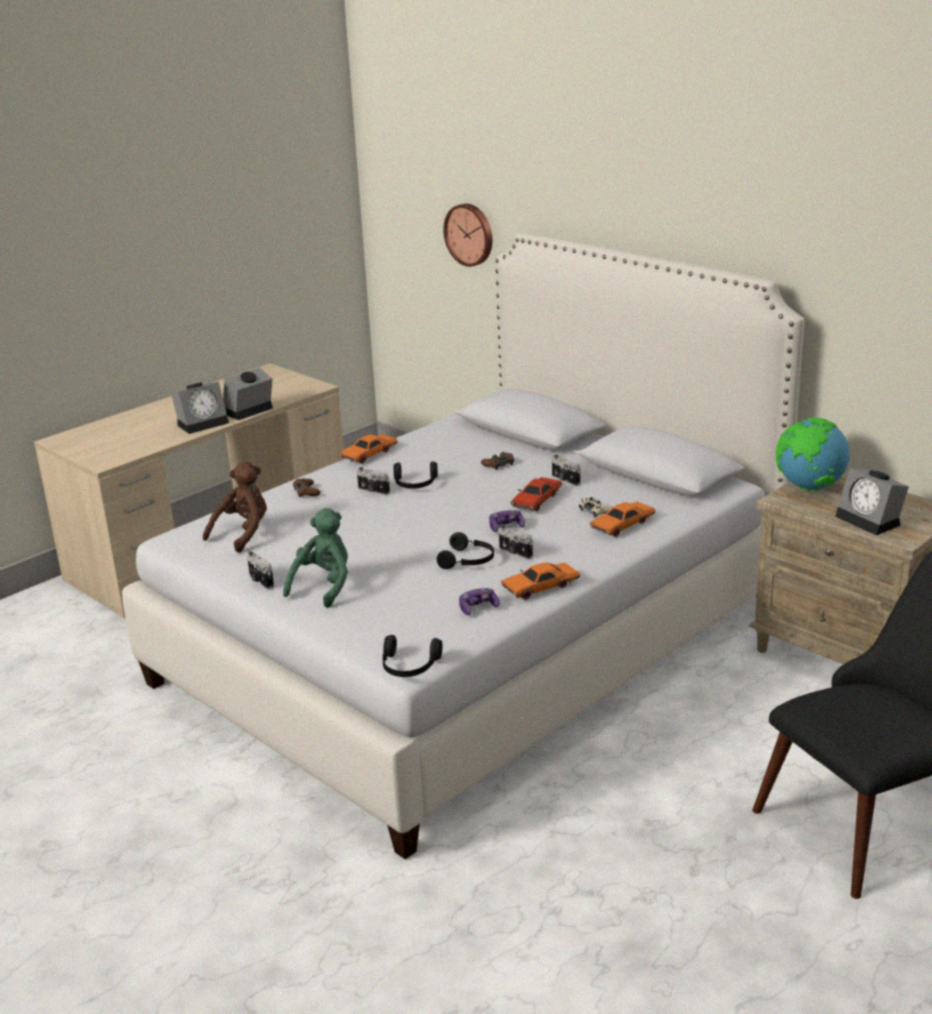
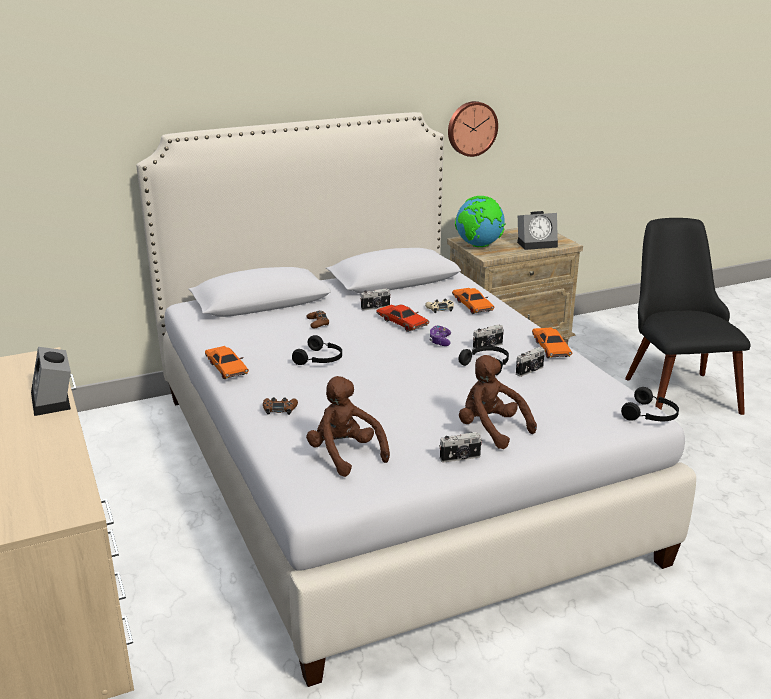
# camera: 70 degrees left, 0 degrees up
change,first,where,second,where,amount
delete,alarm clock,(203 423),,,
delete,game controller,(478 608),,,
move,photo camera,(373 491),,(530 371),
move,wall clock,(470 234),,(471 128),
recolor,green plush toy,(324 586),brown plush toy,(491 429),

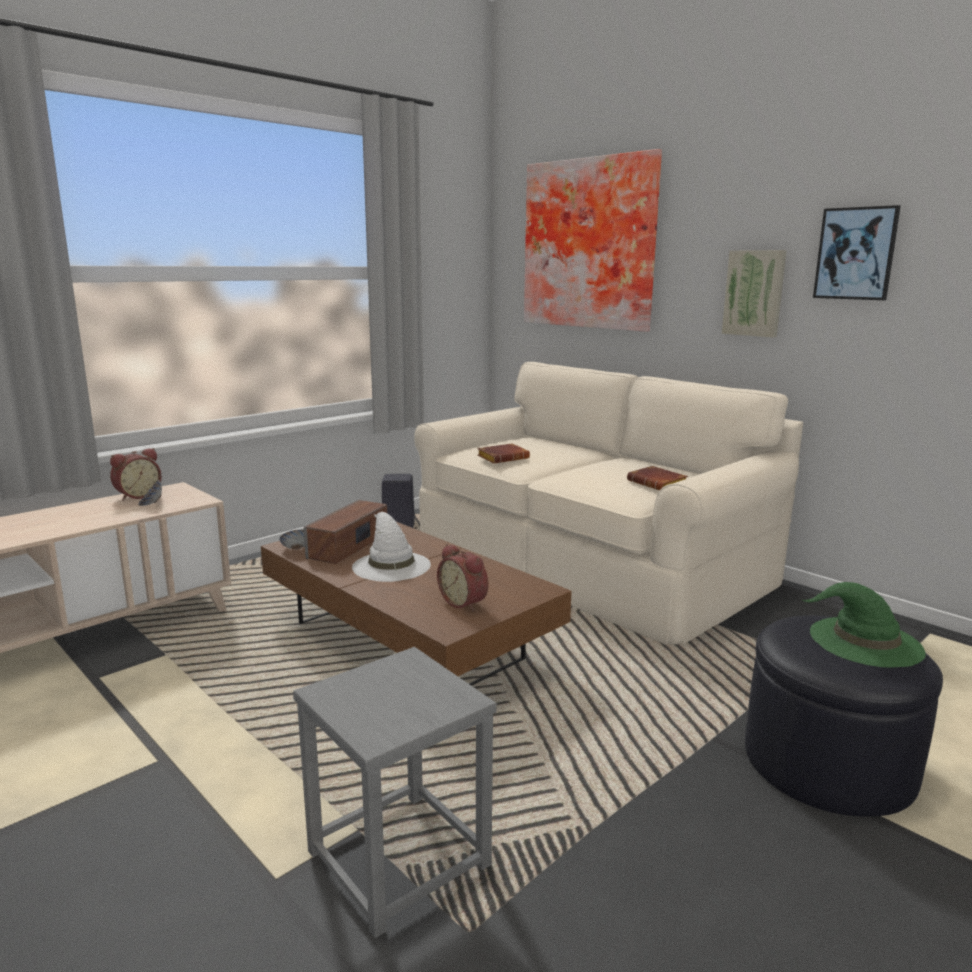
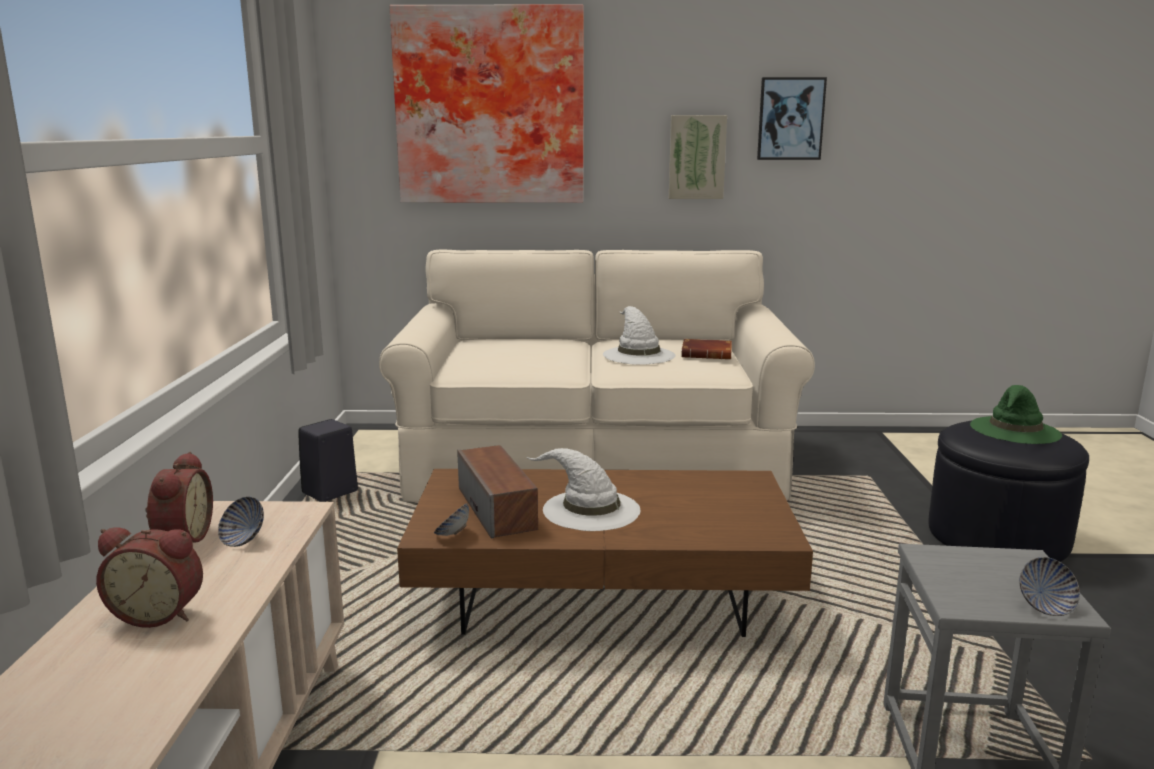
# camera: 45 degrees left, 0 degrees up
change,first,where,second,where,amount
delete,brown book,(503 458),,,
insert,,,white hat,(638 354),
insert,,,bowl,(1045 606),
move,alarm clock,(465 602),,(159 613),

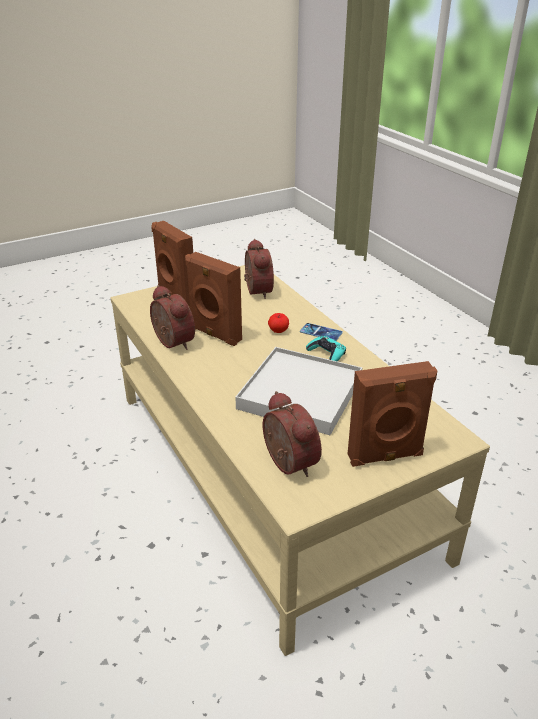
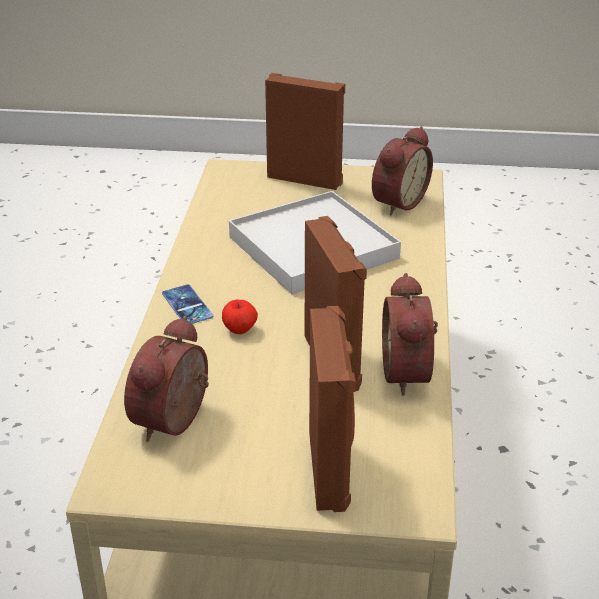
# camera: 145 degrees left, 0 degrees up
change,first,where,second,where,amount
delete,turquoise game controller,(326 353),,,
rotate,alarm clock,(286 464),,(396 202),150 degrees counterclockwise

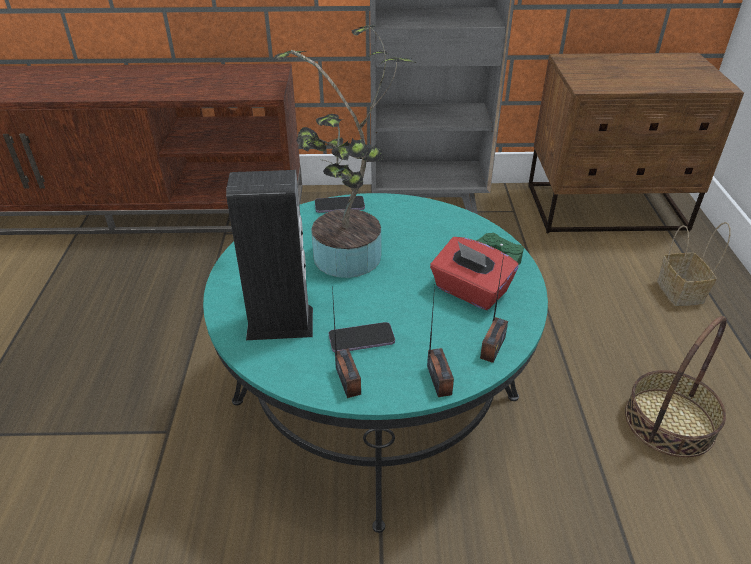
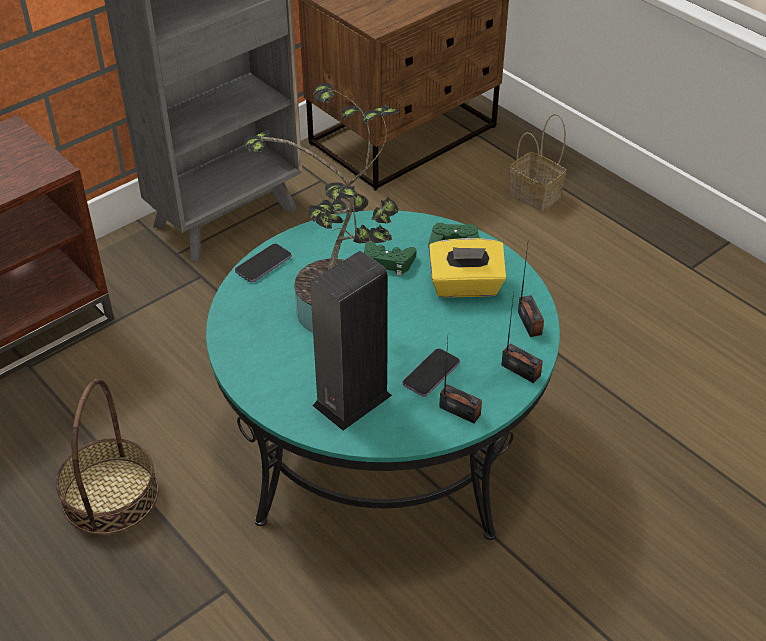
# camera: 40 degrees left, 5 degrees up
change,first,where,second,where,amount
insert,,,green game controller,(387 262),
move,basket,(669 422),,(111 496),
recolor,red tissue box,(470 291),yellow tissue box,(465 286),

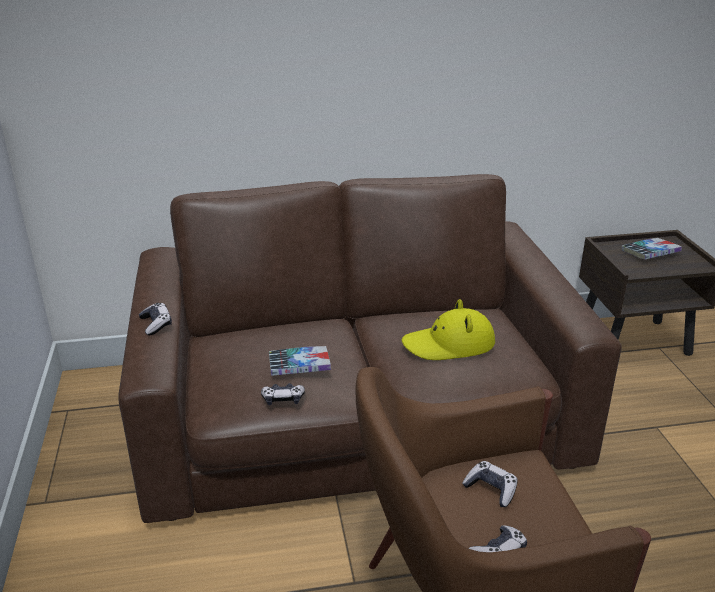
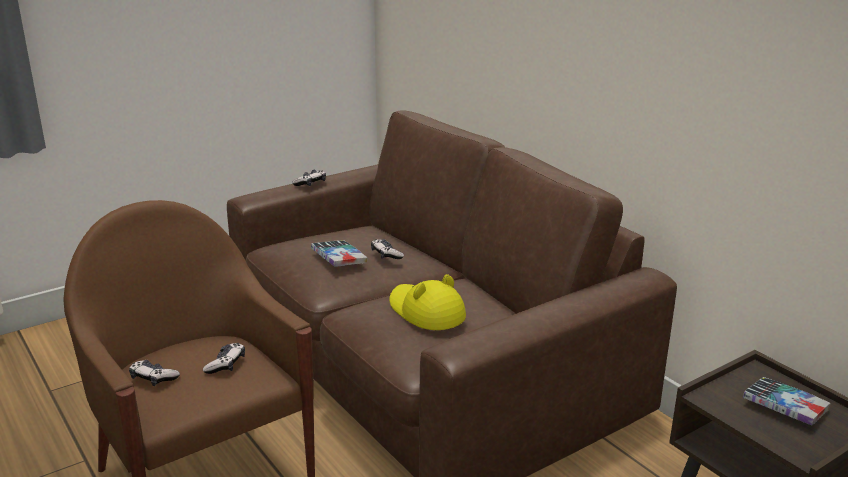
# camera: 65 degrees right, 5 degrees down
change,first,where,second,where,amount
move,game controller,(283 399),,(386 254),

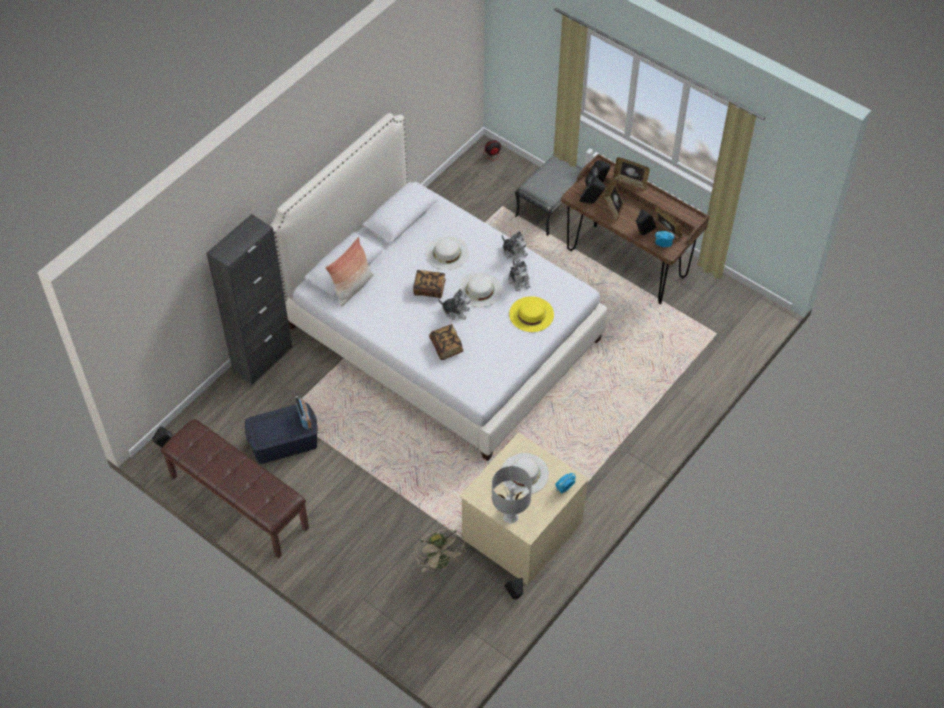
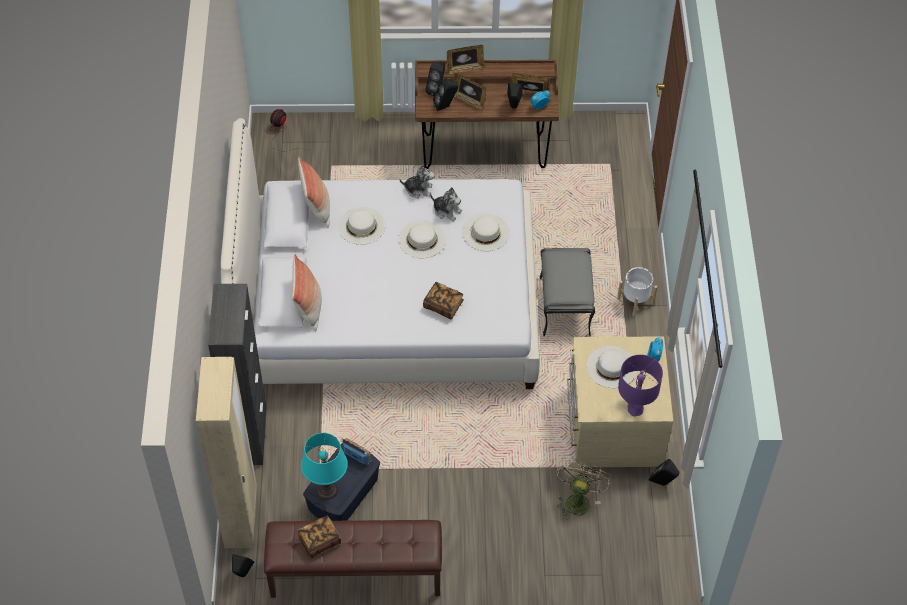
# camera: 40 degrees left, 0 degrees up
change,first,where,second,where,amount
delete,plush toy,(455 311),,,
insert,,,beige wardrobe,(241 518),
insert,,,pillow,(317 208),
insert,,,turquoise table lamp,(327 490),
insert,,,white planter,(635 301),
move,book,(429 289),,(319 541),
move,grey ottoman,(550 207),,(563 305),
recolor,grey table lamp,(510 516),purple table lamp,(635 409),
recolor,yellow hat,(531 314),white hat,(485 232),
rotate,beige fan,(441 563),,(578 499),105 degrees counterclockwise

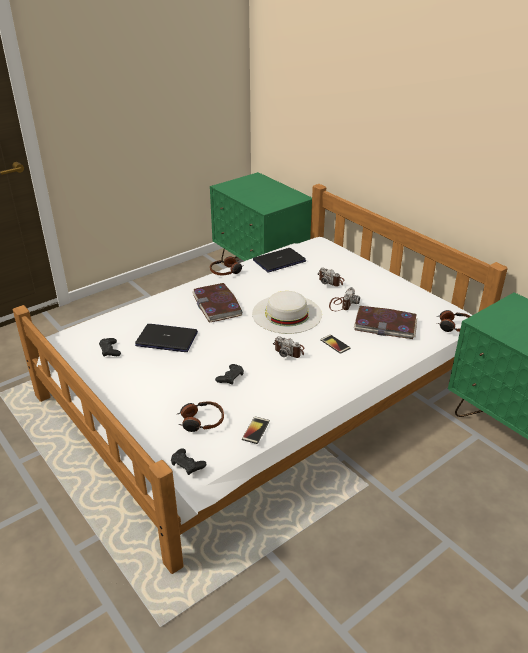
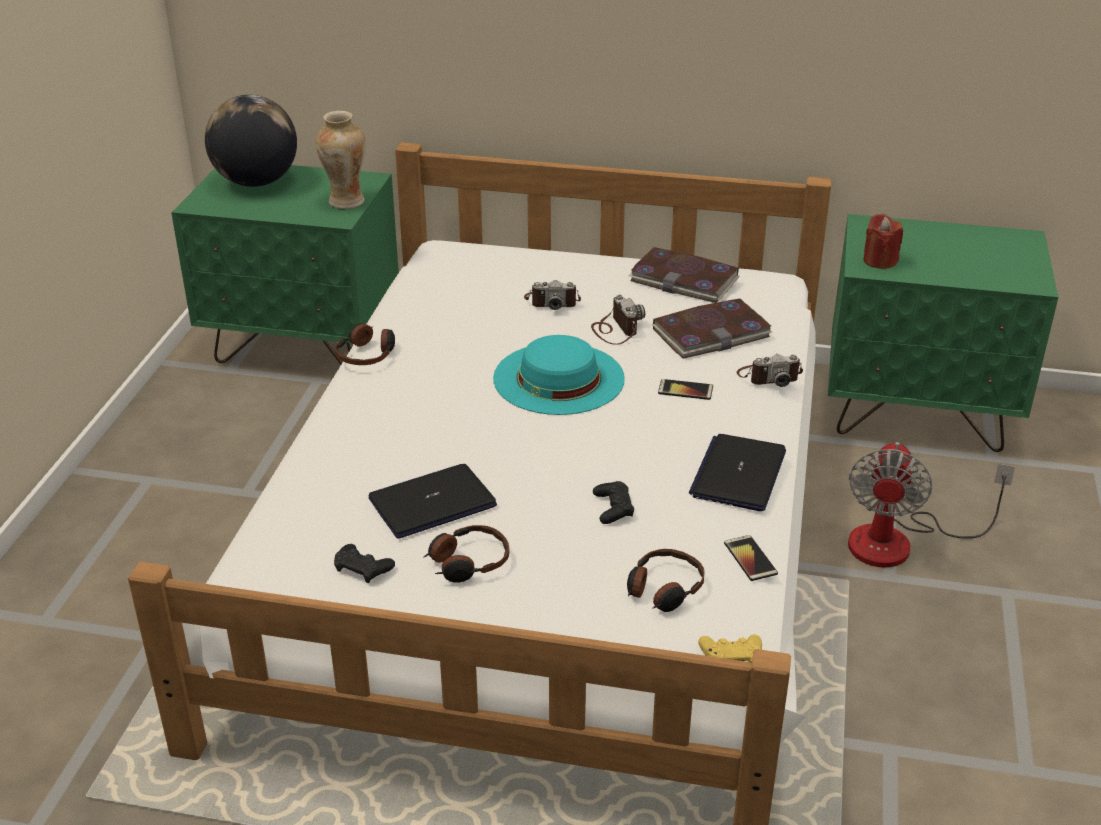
# camera: 40 degrees left, 0 degrees up
change,first,where,second,where,amount
insert,,,globe,(256 182),
insert,,,vase,(346 202),
insert,,,fan,(899 542),
insert,,,red candle,(879 261),
move,book,(217 305),,(684 280),
move,laptop,(279 261),,(738 474),
move,photo camera,(289 350),,(769 376),
move,headphones,(454 327),,(467 562),
recolor,black game controller,(187 464),yellow game controller,(731 655),
recolor,white hat,(286 314),turquoise hat,(558 378),

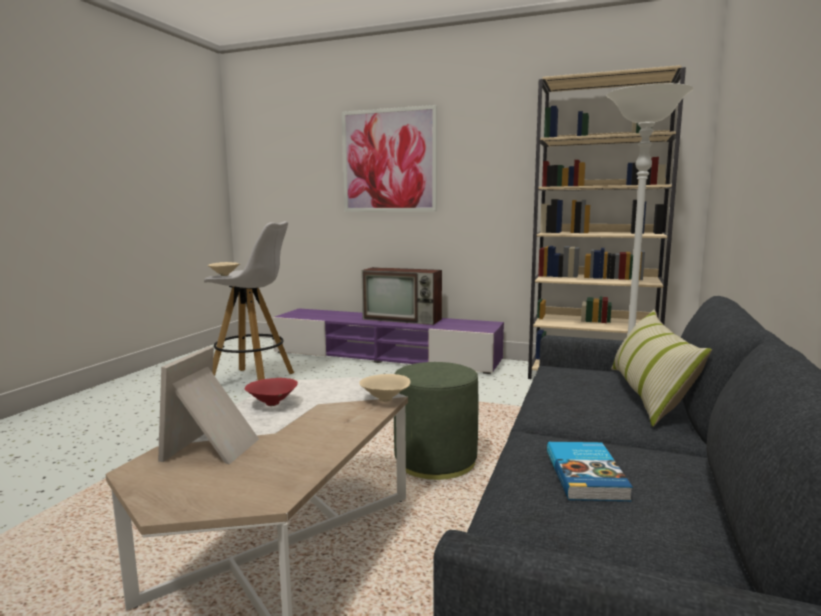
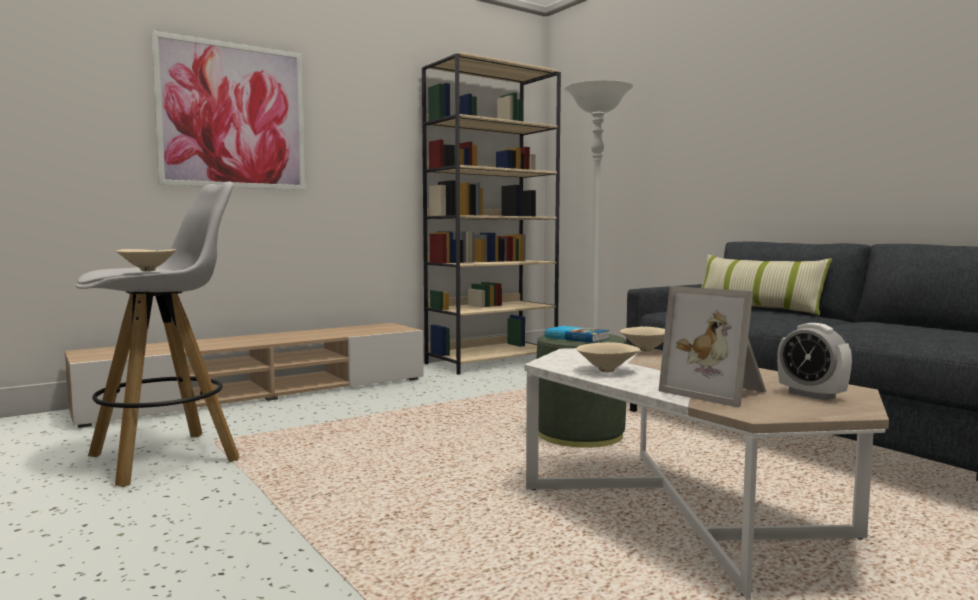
# camera: 55 degrees left, 5 degrees down
change,first,where,second,where,amount
delete,television,(403 319),,,
insert,,,alarm clock,(811 395),
move,book,(587 475),,(577 337),
recolor,red bowl,(272 404),beige bowl,(608 371),
recolor,purple tv stand,(385 356),beige tv stand,(263 393),

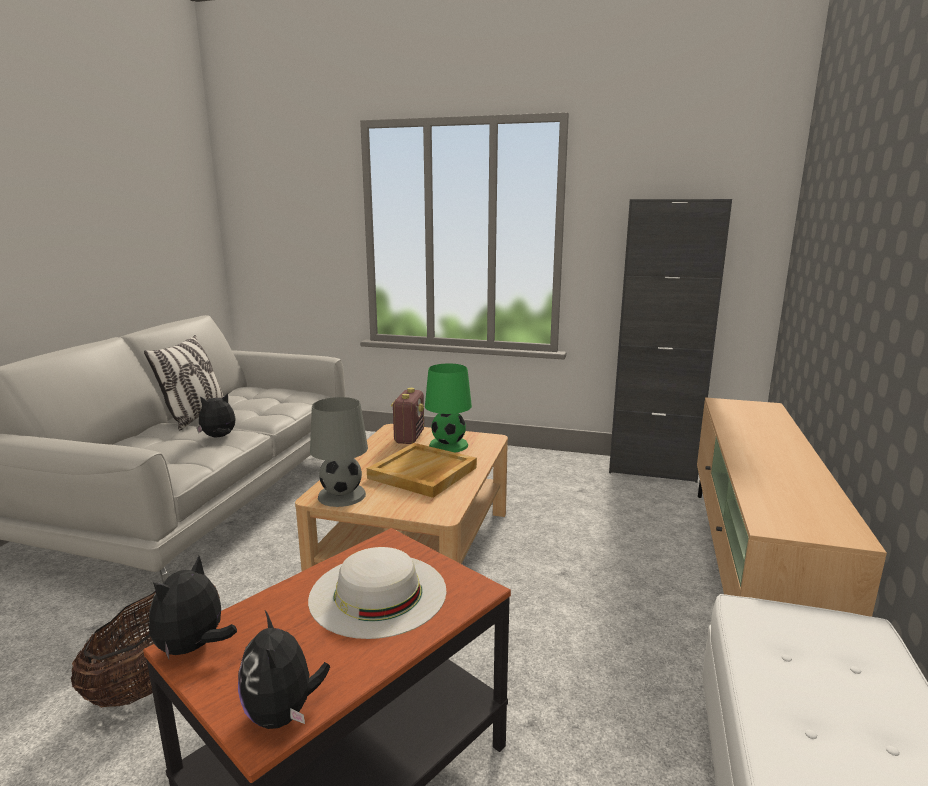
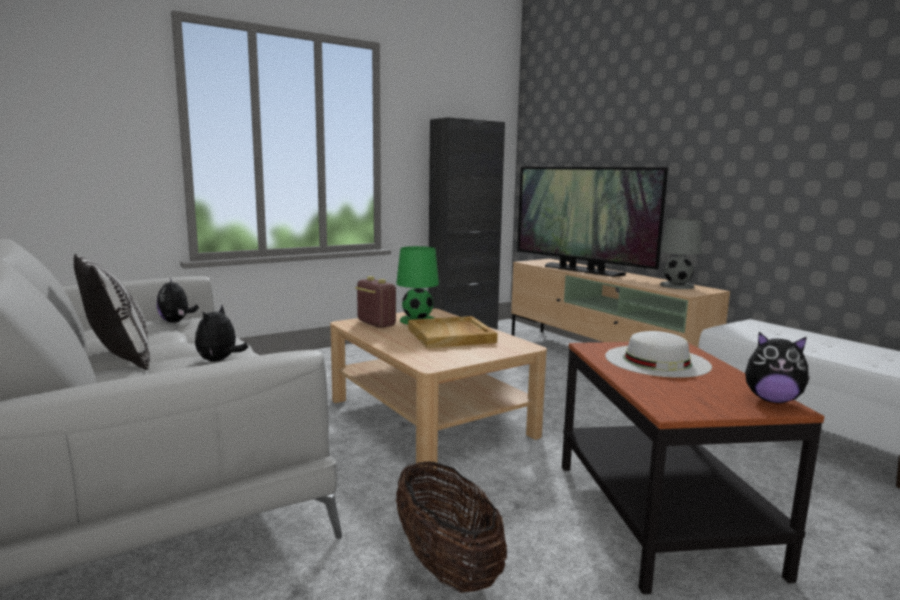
# camera: 50 degrees left, 5 degrees down
change,first,where,second,where,amount
insert,,,television,(581 270),
move,plush toy,(194 648),,(176 322),
move,grey table lamp,(342 495),,(677 286),

